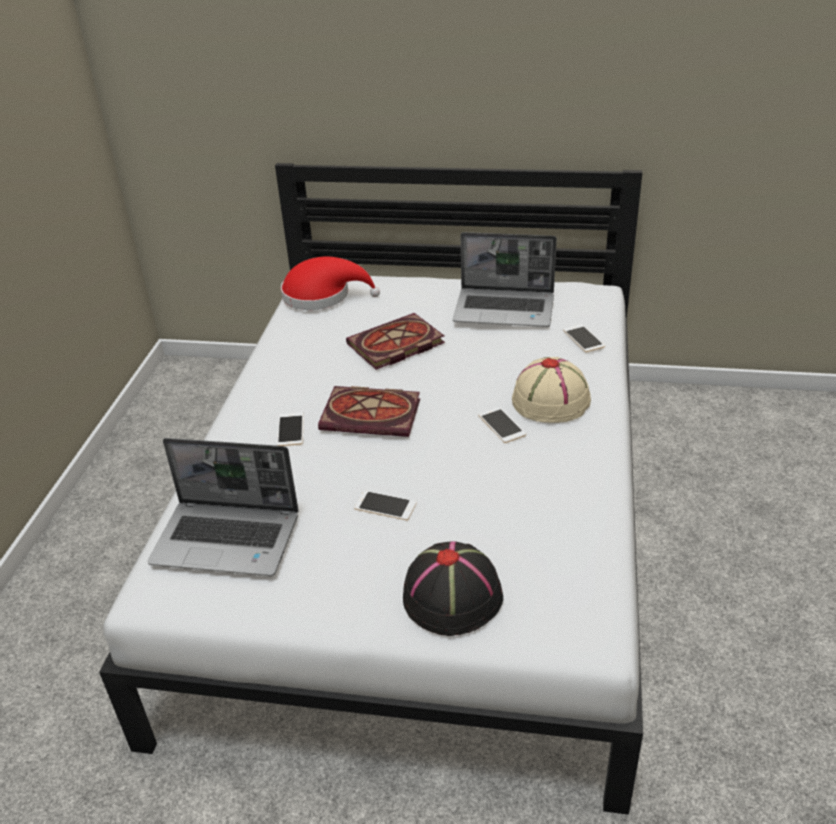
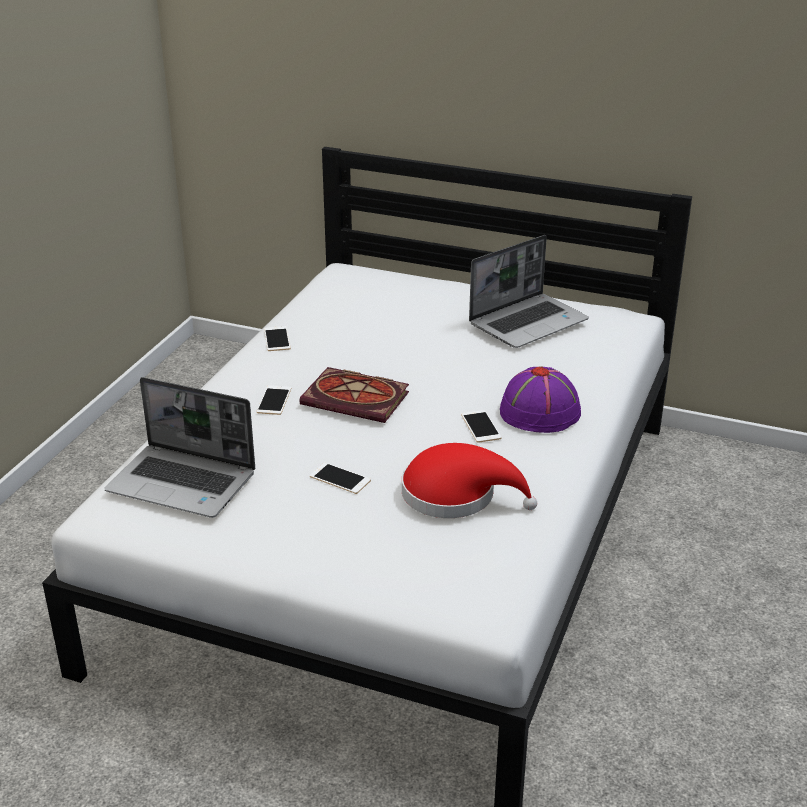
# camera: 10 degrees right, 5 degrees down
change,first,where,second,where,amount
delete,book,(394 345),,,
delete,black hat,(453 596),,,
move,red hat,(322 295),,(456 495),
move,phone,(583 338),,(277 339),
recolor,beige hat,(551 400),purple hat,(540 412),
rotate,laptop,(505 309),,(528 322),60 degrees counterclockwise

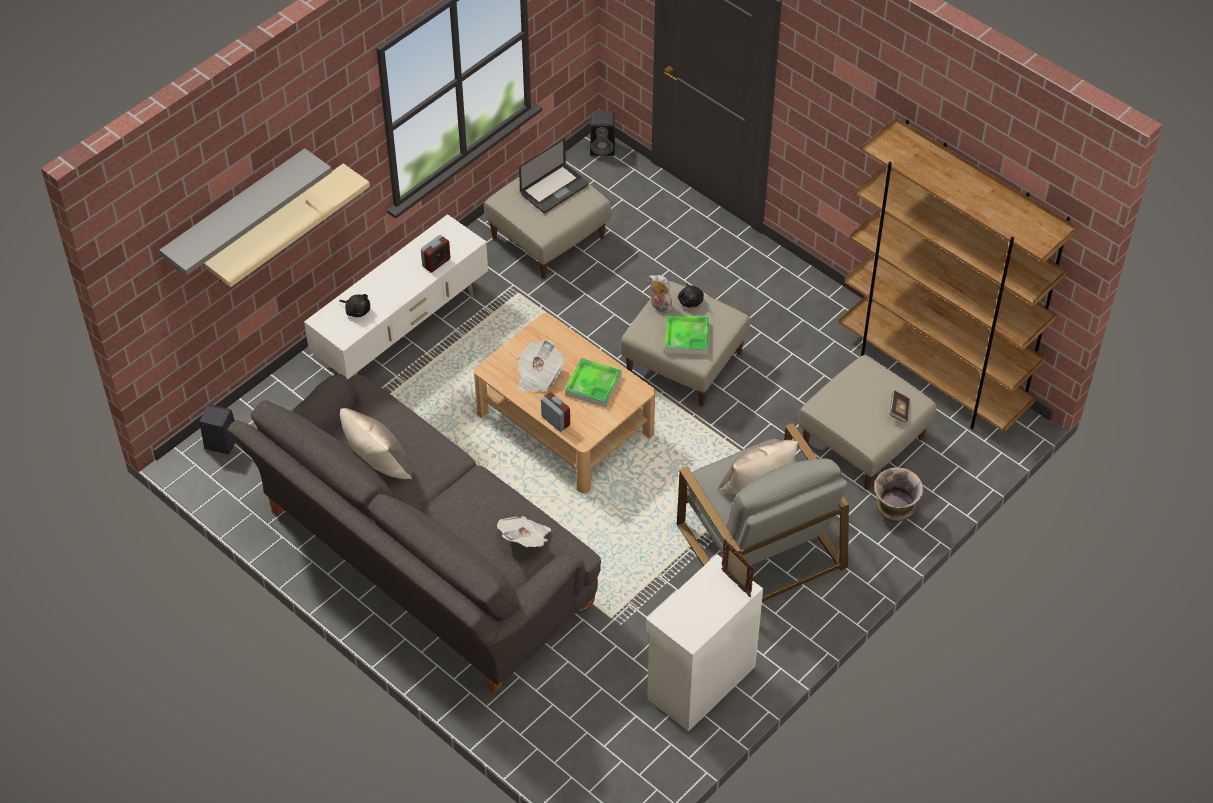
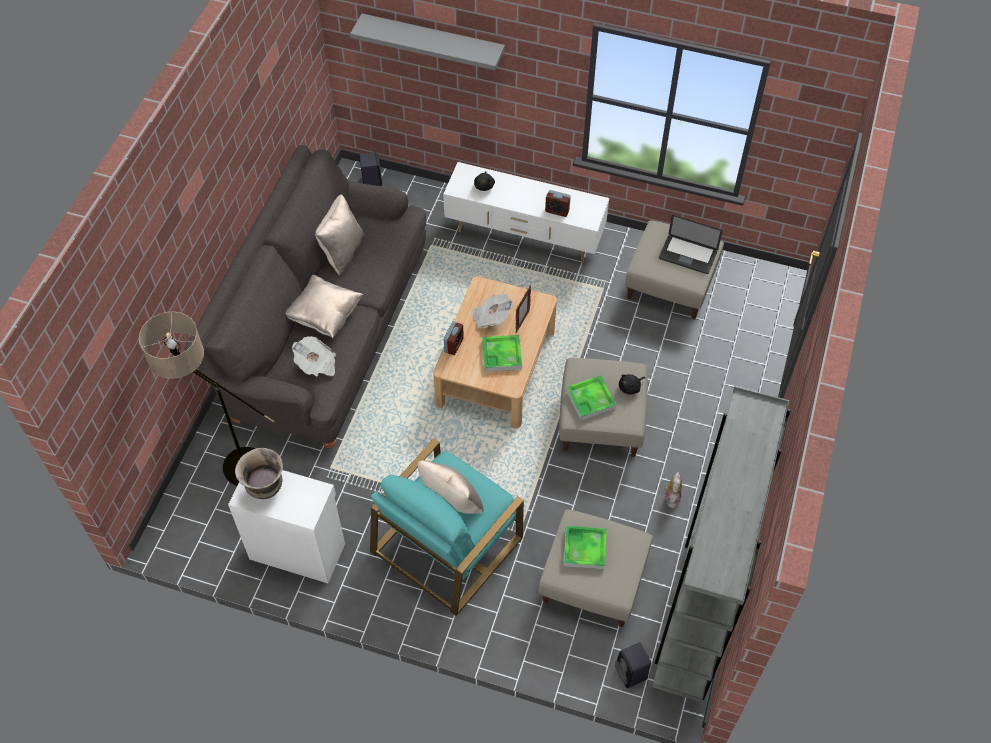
# camera: 65 degrees right, 5 degrees up
change,first,where,second,where,amount
delete,beige shelf,(276 224),,,
delete,book,(899 410),,,
insert,,,floor lamp,(228 462),
insert,,,beige pillow,(324 315),
insert,,,tray,(584 549),
move,black speaker,(603 148),,(632 673),
move,plush toy,(659 306),,(671 498),
move,picture frame,(736 584),,(522 321),
move,vase,(894 515),,(265 489),
recolor,grey armchair,(759 544),turquoise armchair,(447 542),
recolor,brown bookcase,(933 375),grey bookcase,(697 611),

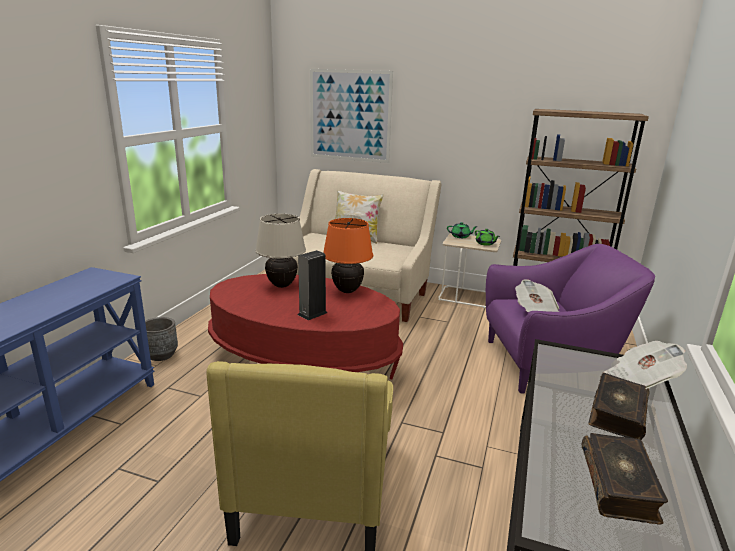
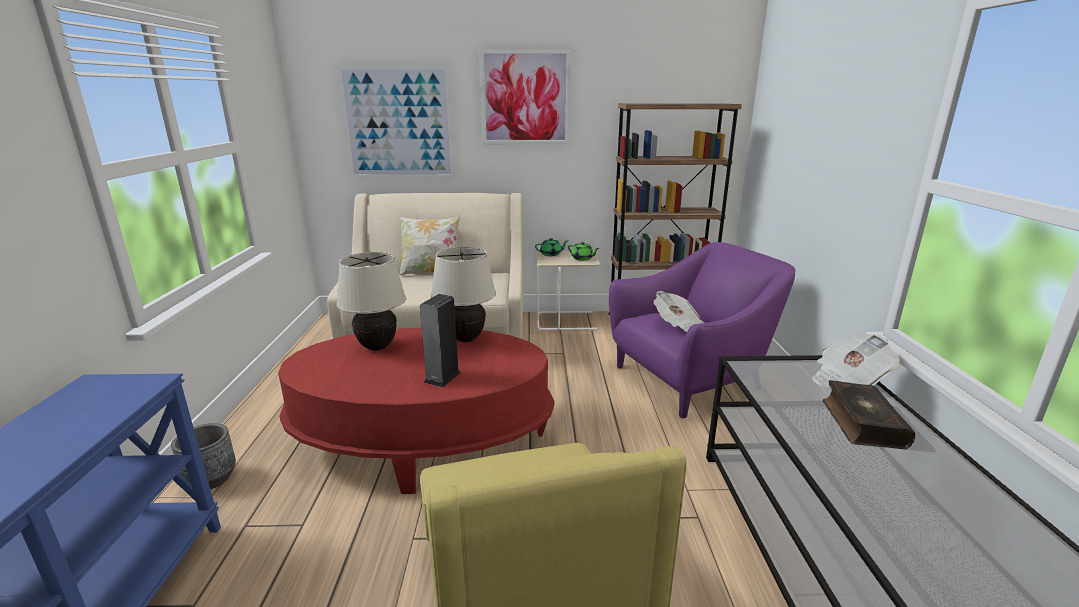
# camera: 20 degrees left, 0 degrees up
change,first,where,second,where,amount
delete,book,(619 485),,,
insert,,,picture,(525 98),
recolor,orange table lamp,(347 290),beige table lamp,(465 339),

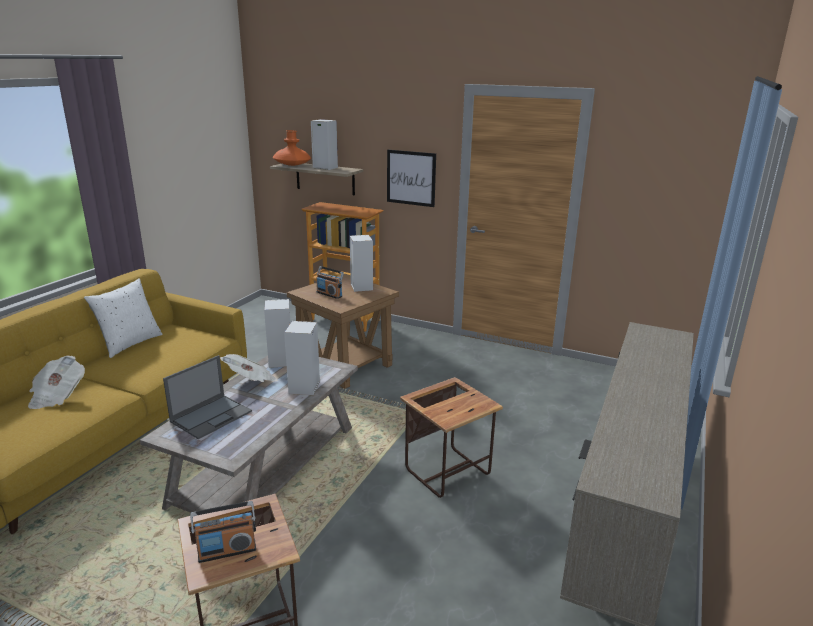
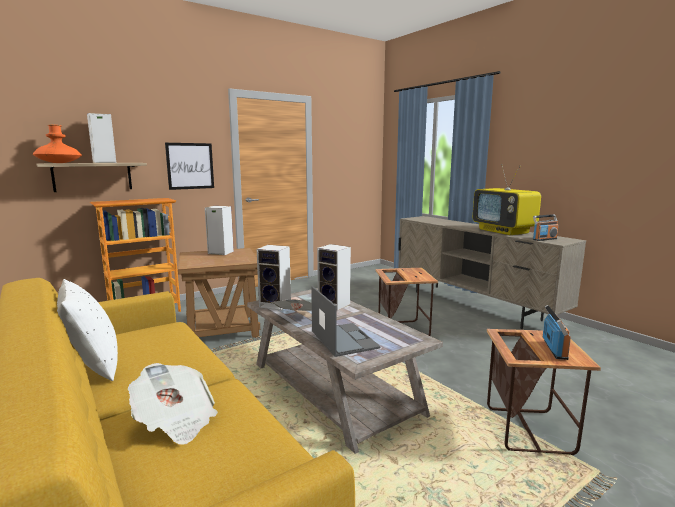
# camera: 60 degrees left, 10 degrees down
change,first,where,second,where,amount
insert,,,television,(504 231),
move,radio,(329 294),,(544 239),

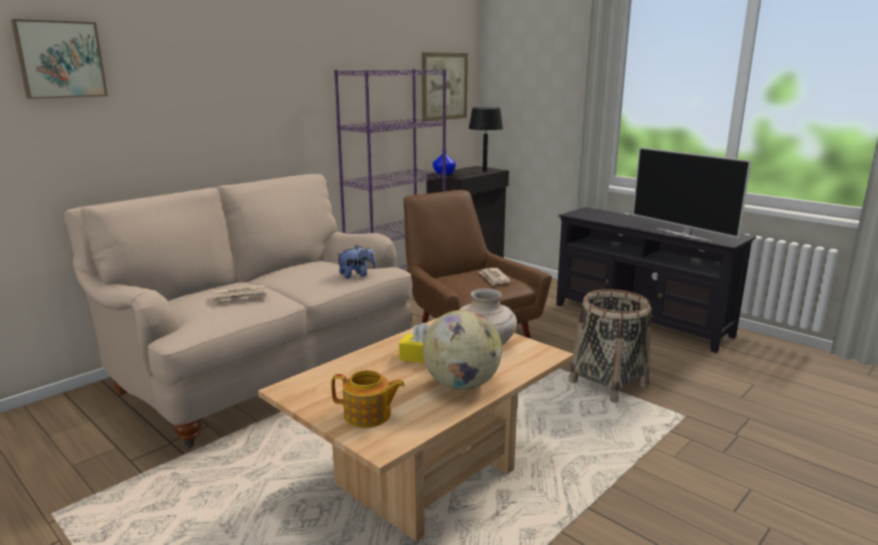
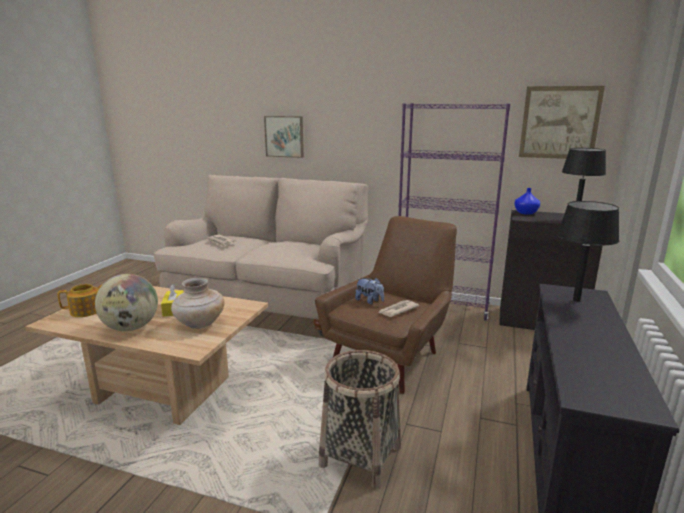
# camera: 65 degrees right, 0 degrees up
change,first,where,second,where,amount
delete,television,(683 234),,,
insert,,,black table lamp,(576 300),
move,picture,(60 59),,(285 136),
move,plush toy,(356 275),,(369 301),
rotate,teapot,(368 415),,(87 311),105 degrees counterclockwise

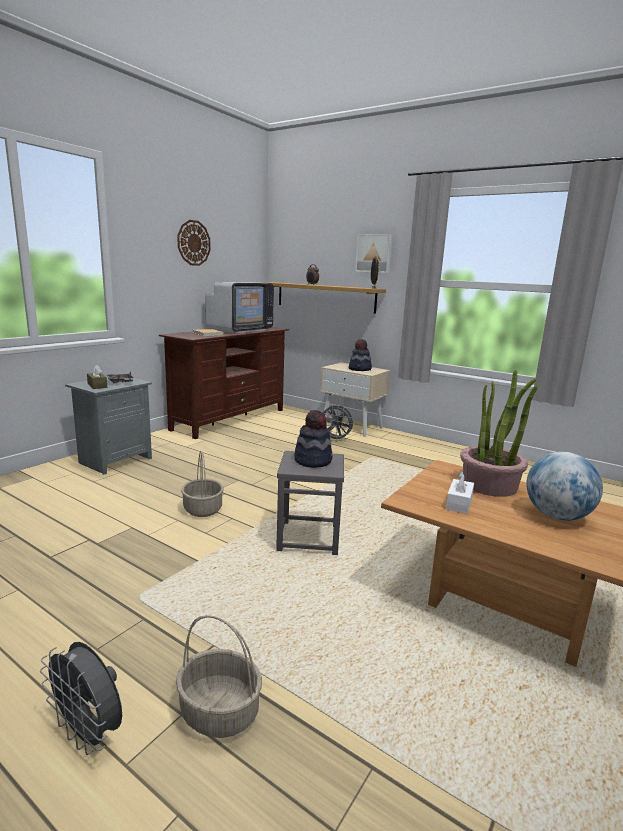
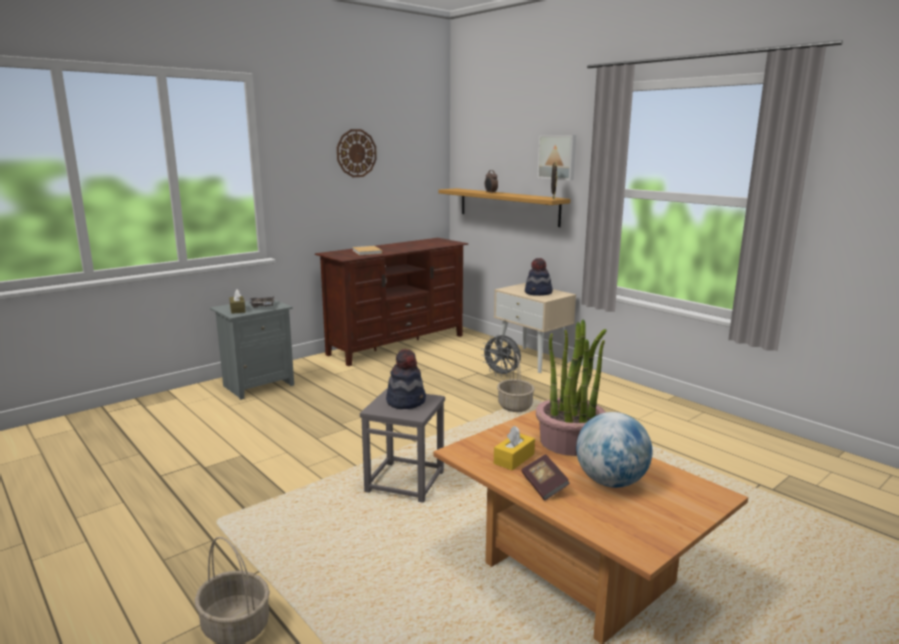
# camera: 15 degrees right, 0 degrees up
change,first,where,second,where,amount
delete,grey fan,(89 734),,,
delete,television,(240 330),,,
insert,,,book,(544 486),
move,basket,(202 509),,(514 406),
recolor,white tissue box,(459 503),yellow tissue box,(514 459),

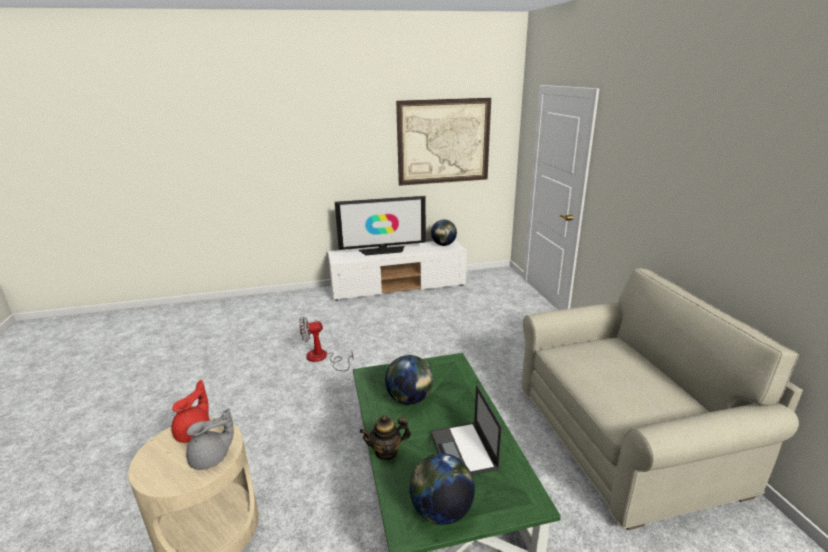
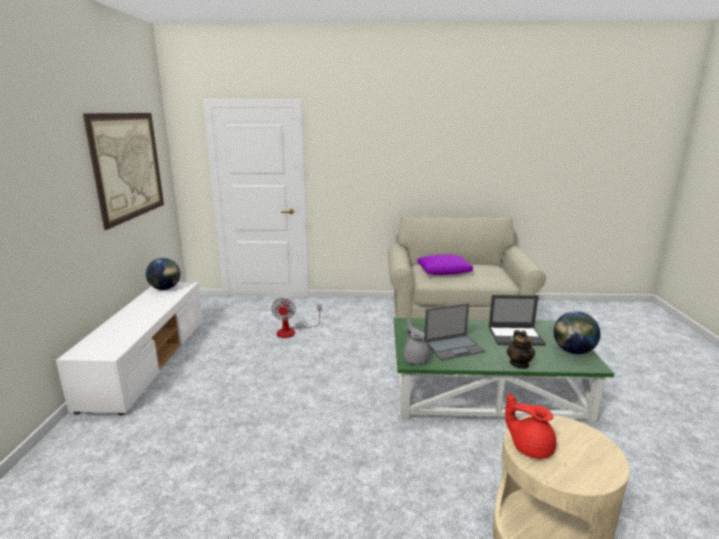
# camera: 75 degrees left, 5 degrees down
change,first,where,second,where,amount
delete,television,(382 251),,,
insert,,,purple pillow,(444 272),
move,grey teapot,(212 458),,(415 359),
move,fan,(322 358),,(292 331),
replace,globe,(409 399),laptop,(454 347),

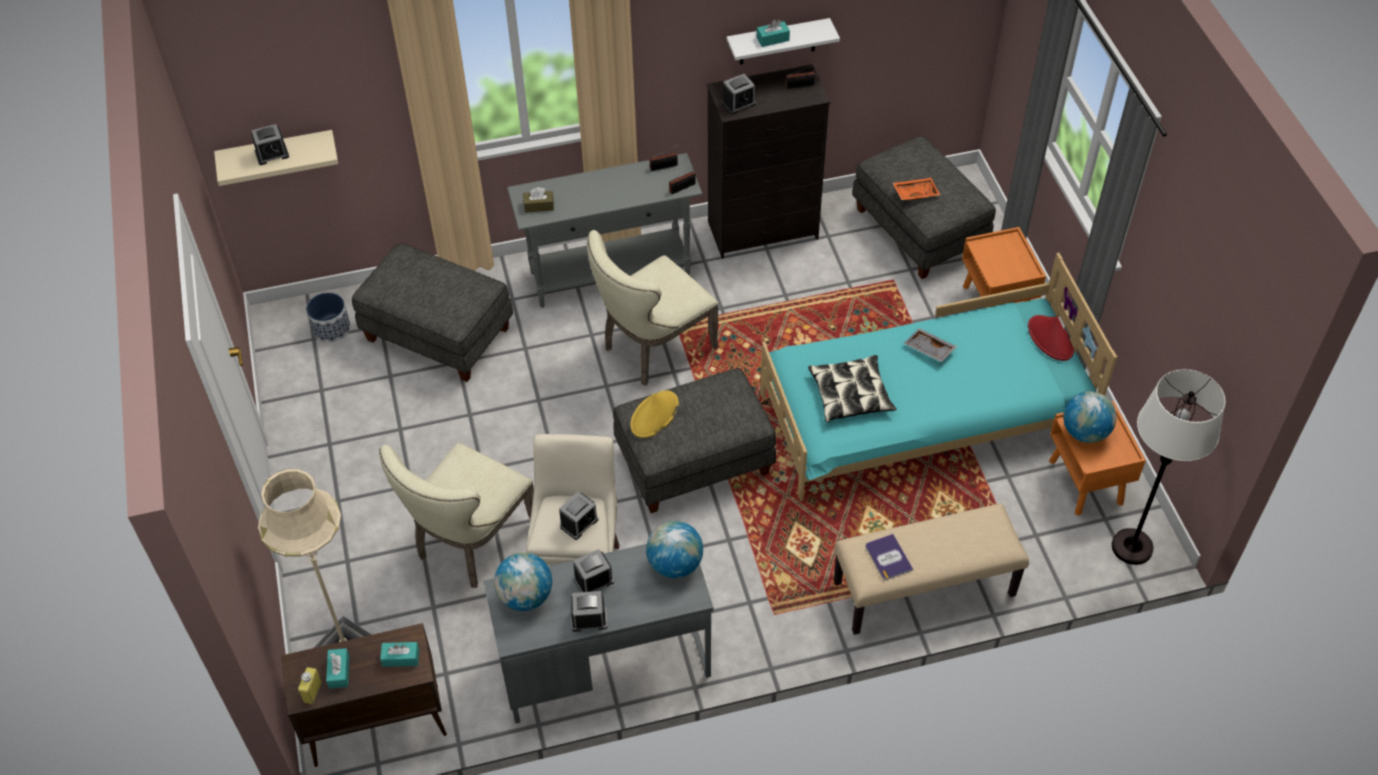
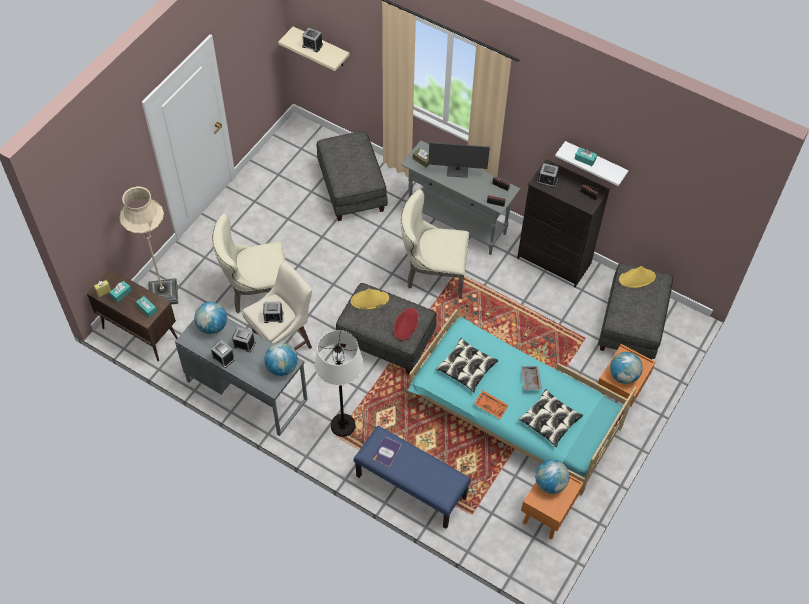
# camera: 45 degrees right, 5 degrees up
change,first,where,second,where,amount
delete,planter,(331 328),,,
insert,,,monitor,(457 171),
insert,,,pillow,(550 421),
insert,,,globe,(623 375),
insert,,,yellow hat,(637 278),
move,orange tray,(915 193),,(491 406),
move,red hat,(1050 339),,(406 324),
move,white floor lamp,(1132 547),,(343 426),
recolor,beige bench,(924 589),blue bench,(410 487),

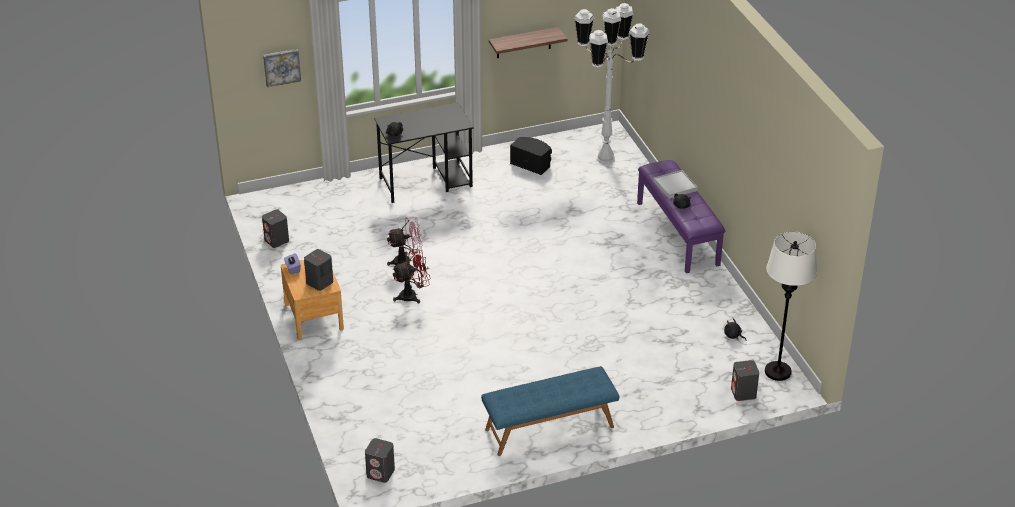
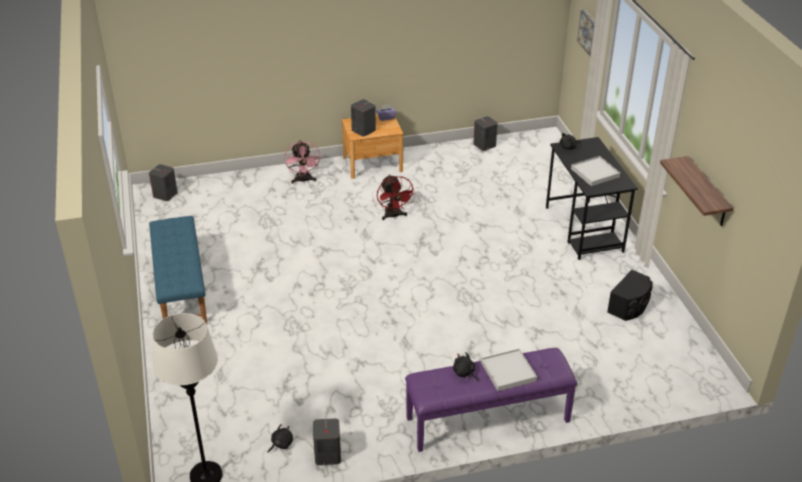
# camera: 95 degrees right, 0 degrees up
change,first,where,second,where,amount
delete,white floor lamp,(605 158),,,
insert,,,white tray,(595 173),
move,pink fan,(406 261),,(303 180),
move,grey speaker,(743 393),,(327 455),

